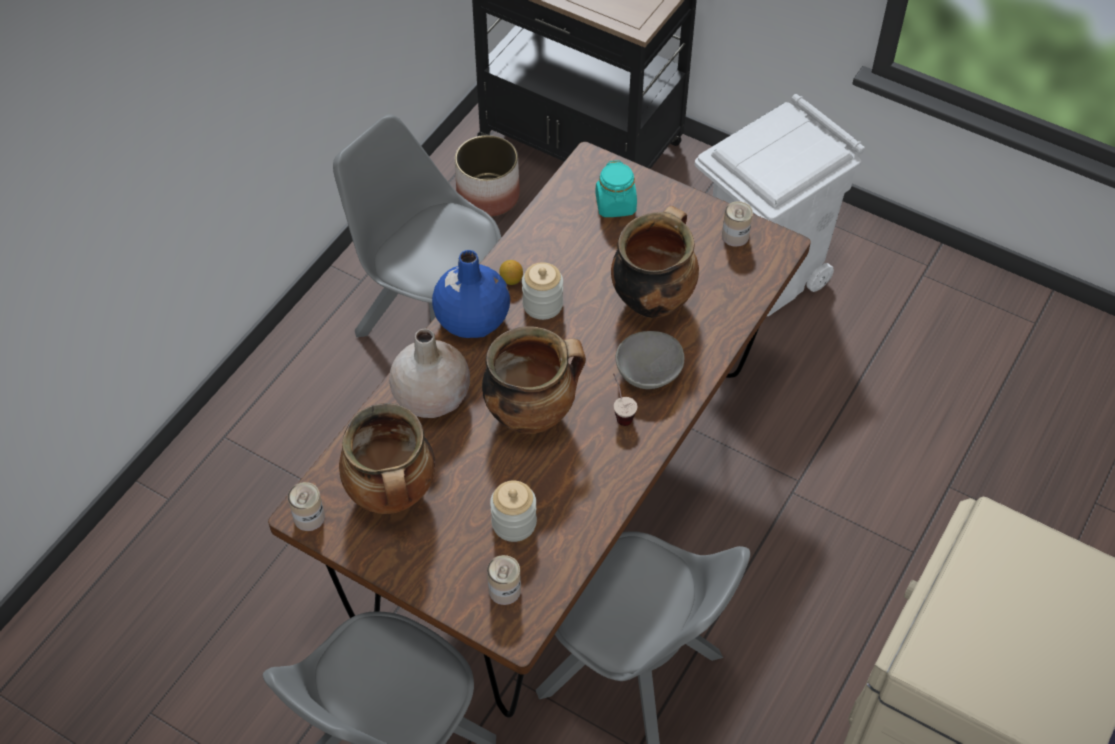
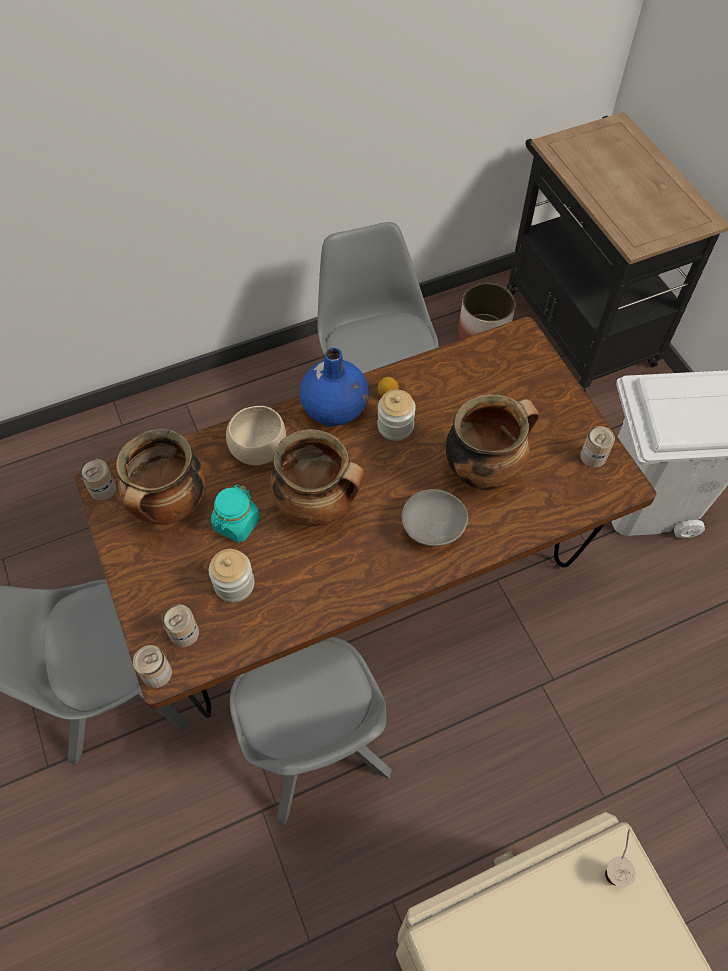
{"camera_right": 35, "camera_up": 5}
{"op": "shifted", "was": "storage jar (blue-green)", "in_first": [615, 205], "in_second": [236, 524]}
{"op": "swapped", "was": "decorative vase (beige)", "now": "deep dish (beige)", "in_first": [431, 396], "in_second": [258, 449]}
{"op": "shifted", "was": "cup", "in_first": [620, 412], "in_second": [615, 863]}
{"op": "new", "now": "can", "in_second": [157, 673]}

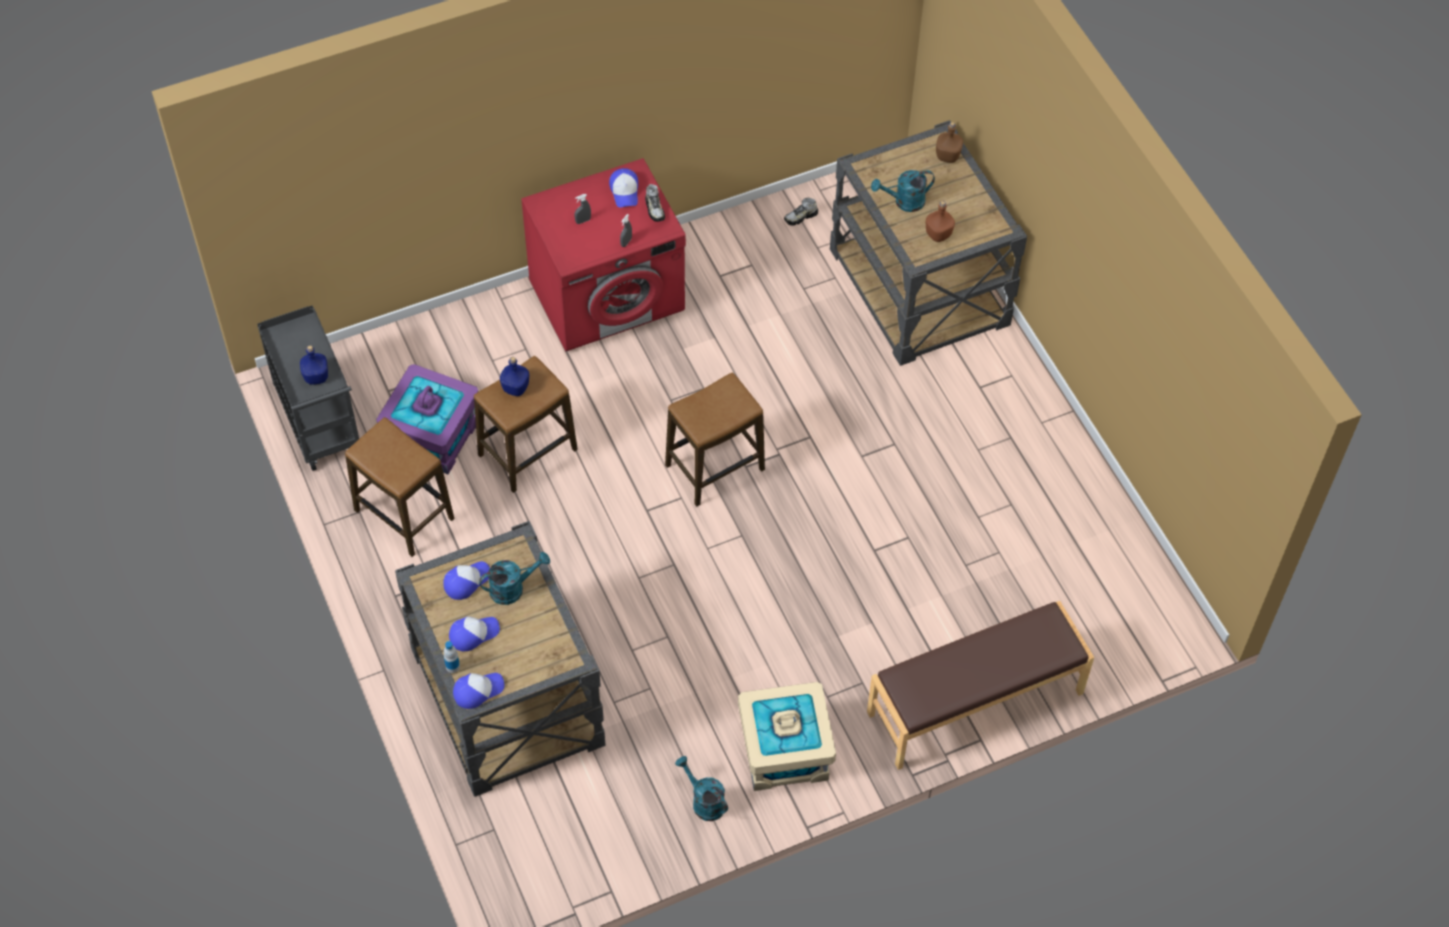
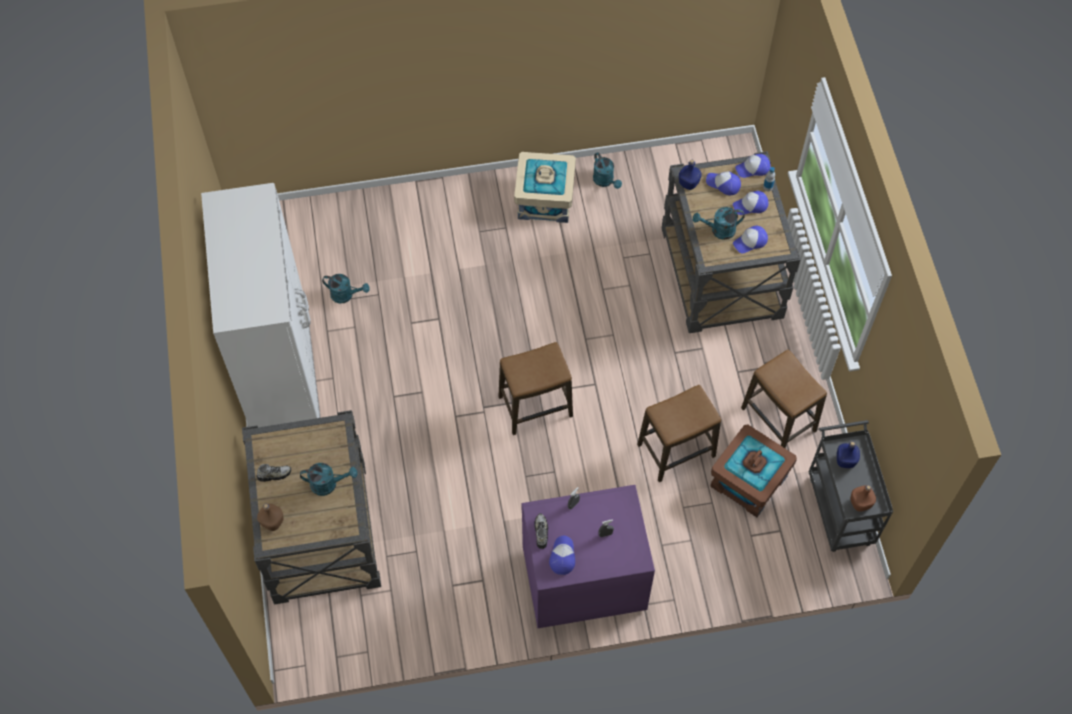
{"camera_right": -165, "camera_up": 5}
{"op": "repainted", "was": "washing machine (red-coloured)", "now": "washing machine (purple-coloured)", "in_first": [609, 300], "in_second": [582, 577]}
{"op": "shifted", "was": "shoe", "in_first": [801, 217], "in_second": [274, 474]}
{"op": "shifted", "was": "drink bottle (brown-coloured)", "in_first": [938, 234], "in_second": [860, 503]}
{"op": "shifted", "was": "drink bottle (blue)", "in_first": [515, 388], "in_second": [688, 183]}
{"op": "repainted", "was": "storage bin (purple-coloured)", "now": "storage bin (brown-coloured)", "in_first": [433, 436], "in_second": [748, 481]}
{"op": "gone", "was": "indoor bench (brown-coloured)", "in_first": [975, 704]}
{"op": "new", "now": "baseball cap", "in_second": [723, 184]}
{"op": "new", "now": "storage cabinet (whitish)", "in_second": [283, 374]}
{"op": "new", "now": "sprinkling can (blue-green)", "in_second": [346, 295]}

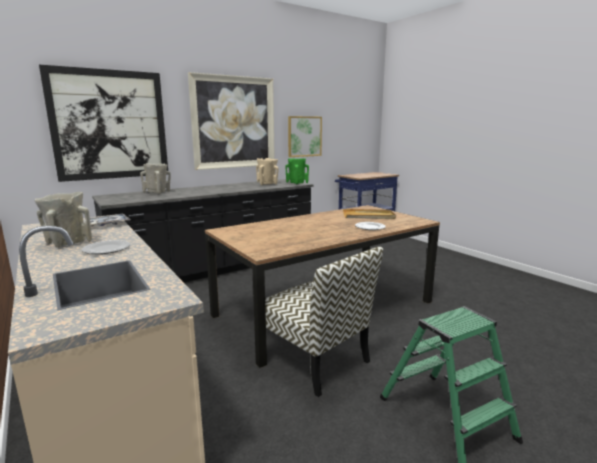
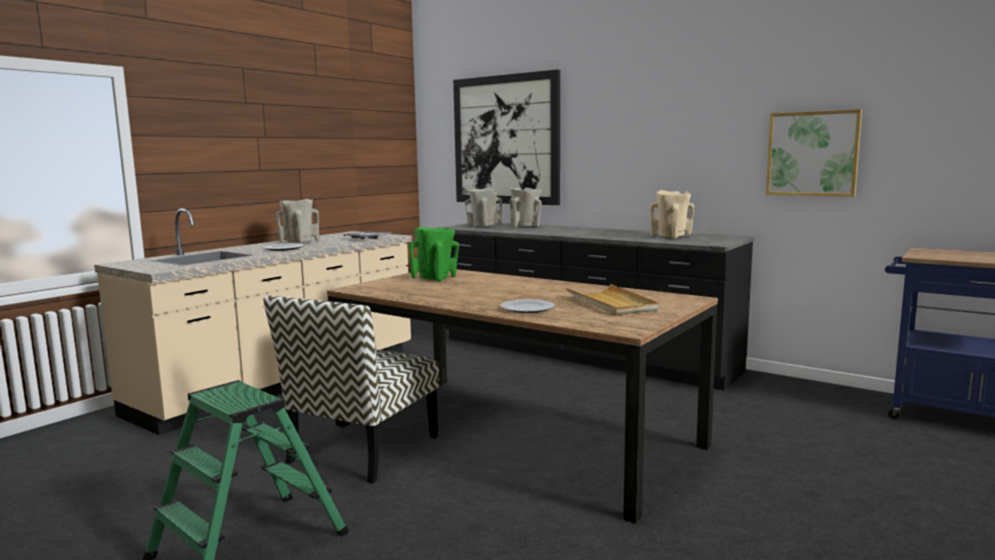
{"camera_right": 70, "camera_up": -5}
{"op": "gone", "was": "picture", "in_first": [234, 122]}
{"op": "shifted", "was": "decorative vase (green)", "in_first": [297, 183], "in_second": [436, 278]}
{"op": "new", "now": "decorative vase (beige)", "in_second": [483, 226]}

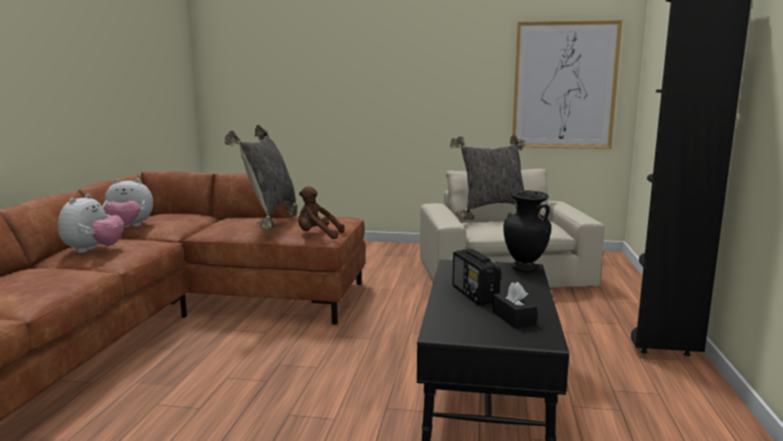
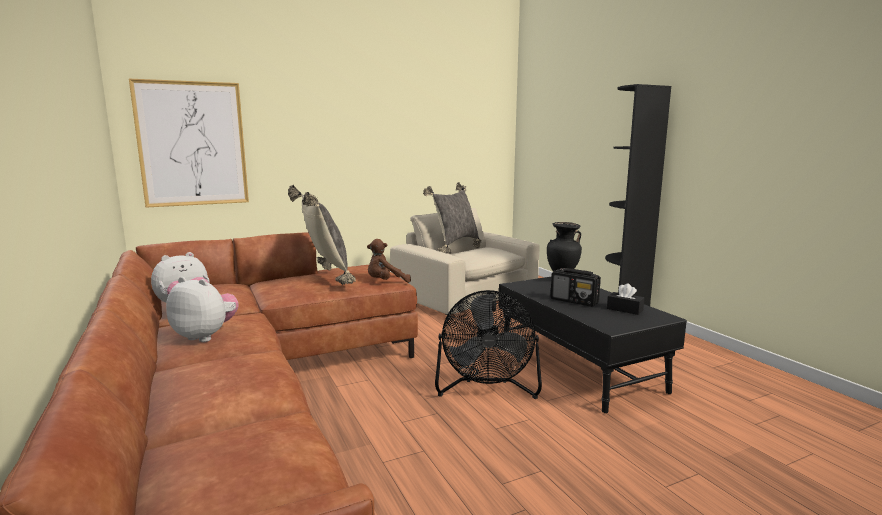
{"camera_right": -35, "camera_up": 0}
{"op": "shifted", "was": "picture", "in_first": [564, 86], "in_second": [192, 144]}
{"op": "rotated", "was": "cuddly toy", "in_first": [93, 250], "in_second": [206, 336], "clockwise": -45}
{"op": "new", "now": "cooling fan (black)", "in_second": [483, 387]}

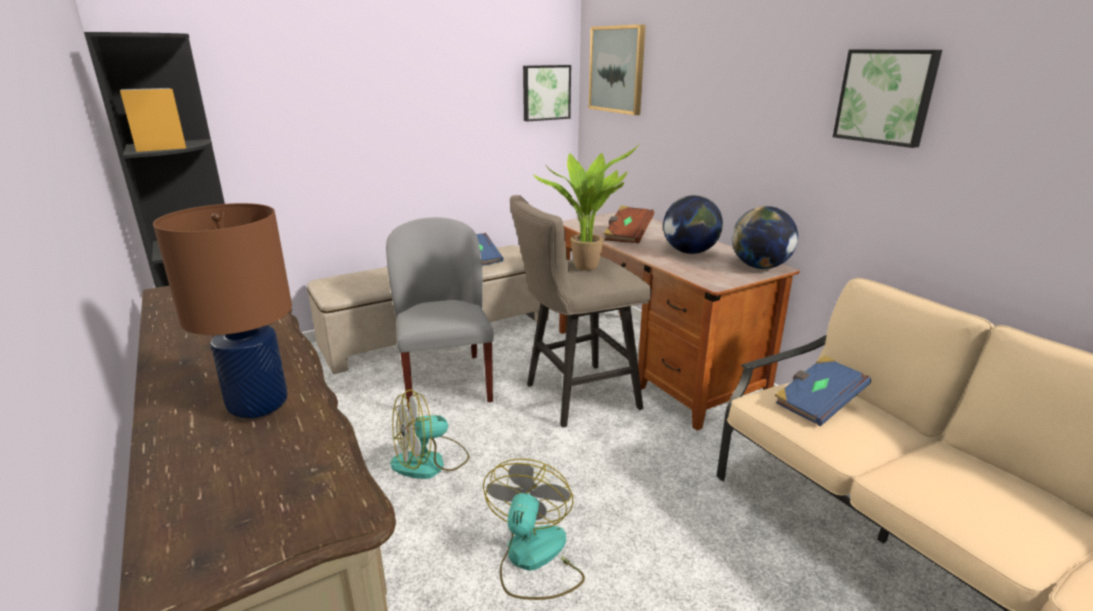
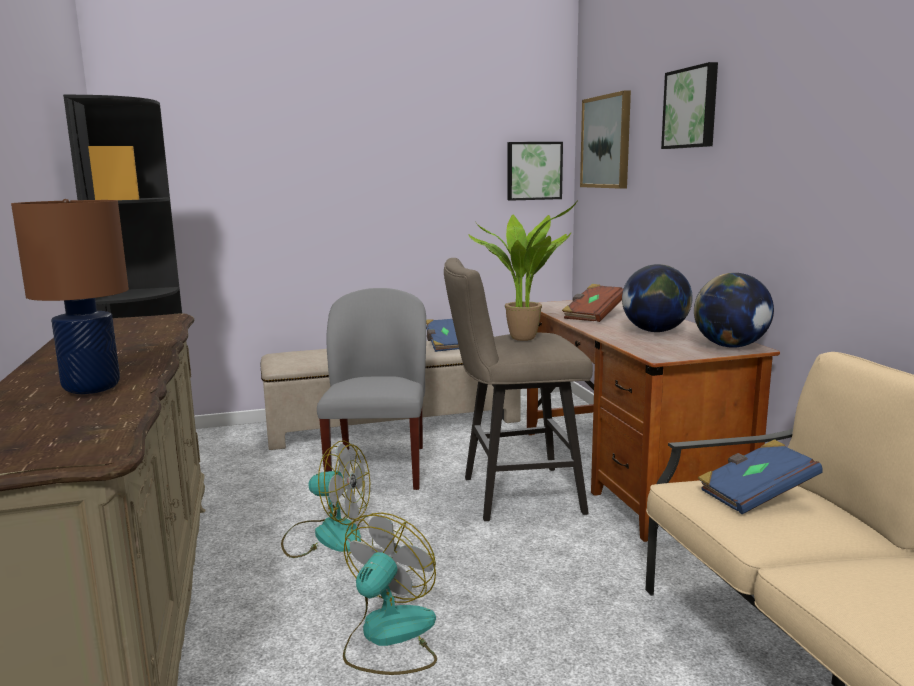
{"camera_right": 15, "camera_up": -10}
{"op": "shifted", "was": "picture", "in_first": [886, 96], "in_second": [692, 108]}
{"op": "rotated", "was": "cooling fan", "in_first": [430, 462], "in_second": [326, 535], "clockwise": -150}

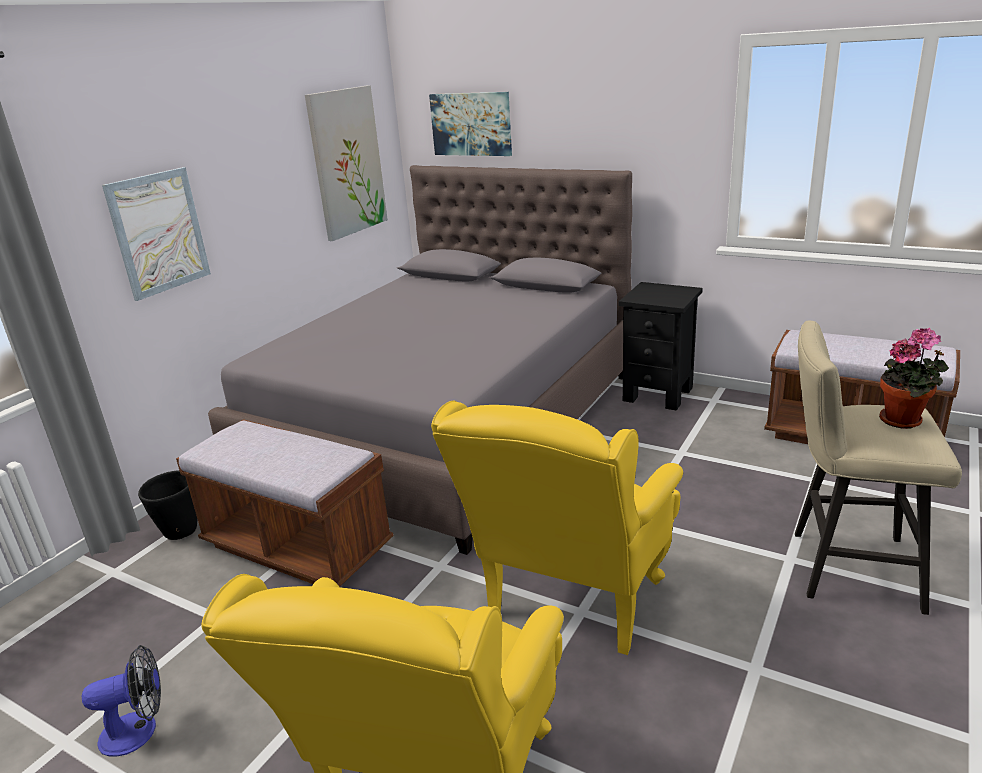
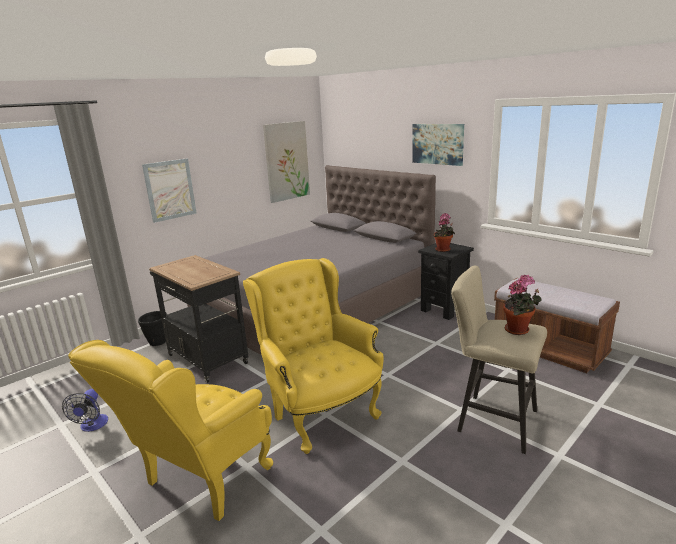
{"camera_right": 15, "camera_up": -5}
{"op": "shifted", "was": "picture", "in_first": [471, 124], "in_second": [437, 144]}
{"op": "rotated", "was": "armchair (yellow)", "in_first": [568, 610], "in_second": [320, 412], "clockwise": 105}
{"op": "swapped", "was": "indoor bench (brown-coloured)", "now": "trolley (black)", "in_first": [297, 547], "in_second": [206, 358]}
{"op": "rotated", "was": "cooling fan", "in_first": [138, 730], "in_second": [92, 426], "clockwise": 90}
{"op": "new", "now": "potted plant", "in_second": [443, 250]}

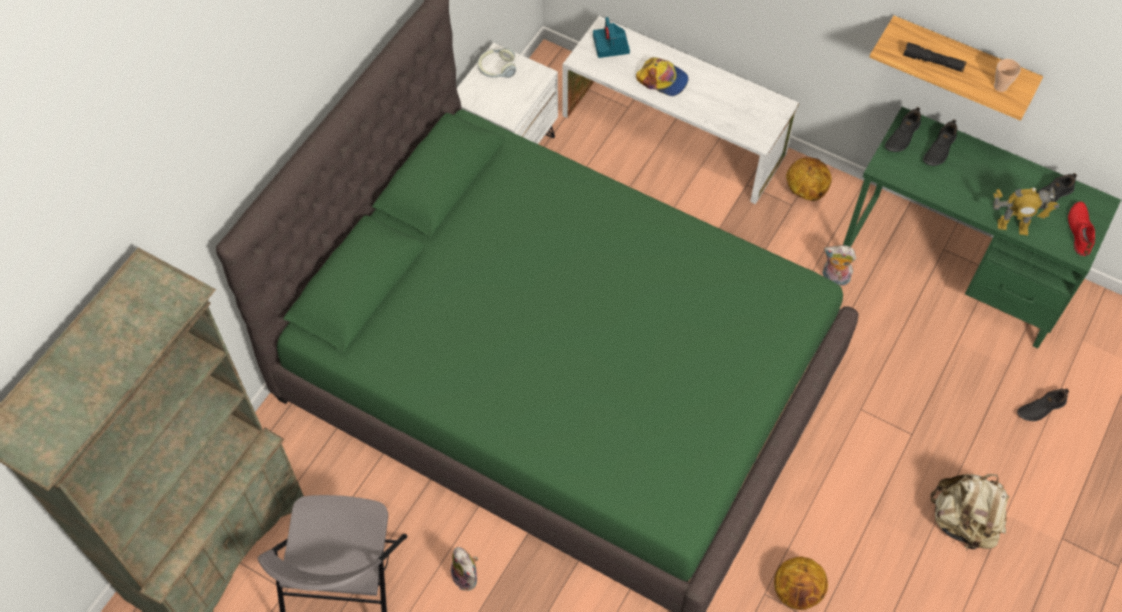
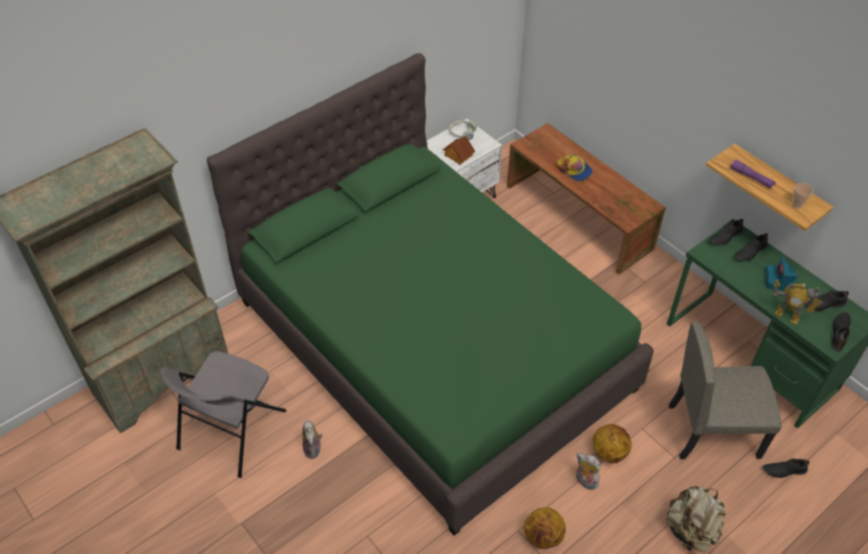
{"camera_right": 20, "camera_up": -10}
{"op": "repainted", "was": "indoor bench (whitish)", "now": "indoor bench (brown-coloured)", "in_first": [675, 134], "in_second": [580, 216]}
{"op": "shifted", "was": "still camera", "in_first": [611, 45], "in_second": [780, 281]}
{"op": "repainted", "was": "flashlight (black)", "now": "flashlight (purple-coloured)", "in_first": [933, 62], "in_second": [751, 178]}
{"op": "shifted", "was": "ball for basketball", "in_first": [805, 191], "in_second": [609, 452]}
{"op": "repainted", "was": "shoe (red-coloured)", "now": "shoe (black)", "in_first": [1080, 231], "in_second": [840, 333]}
{"op": "shifted", "was": "cuddly toy", "in_first": [834, 278], "in_second": [585, 481]}
{"op": "new", "now": "toy house", "in_second": [458, 155]}
{"op": "new", "now": "chair (beige)", "in_second": [713, 430]}

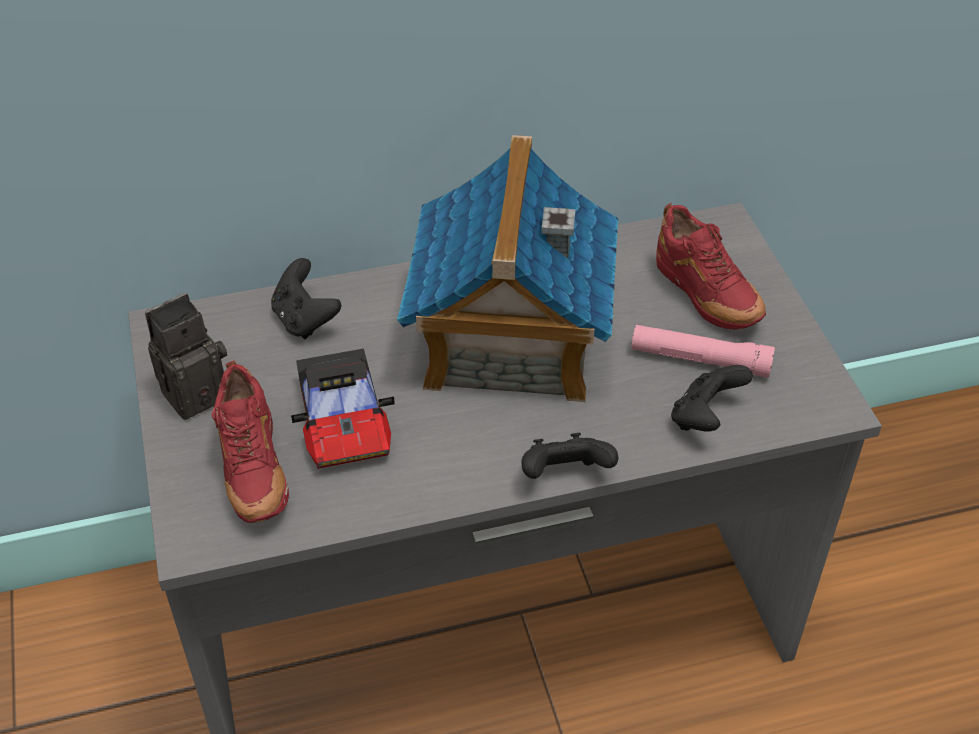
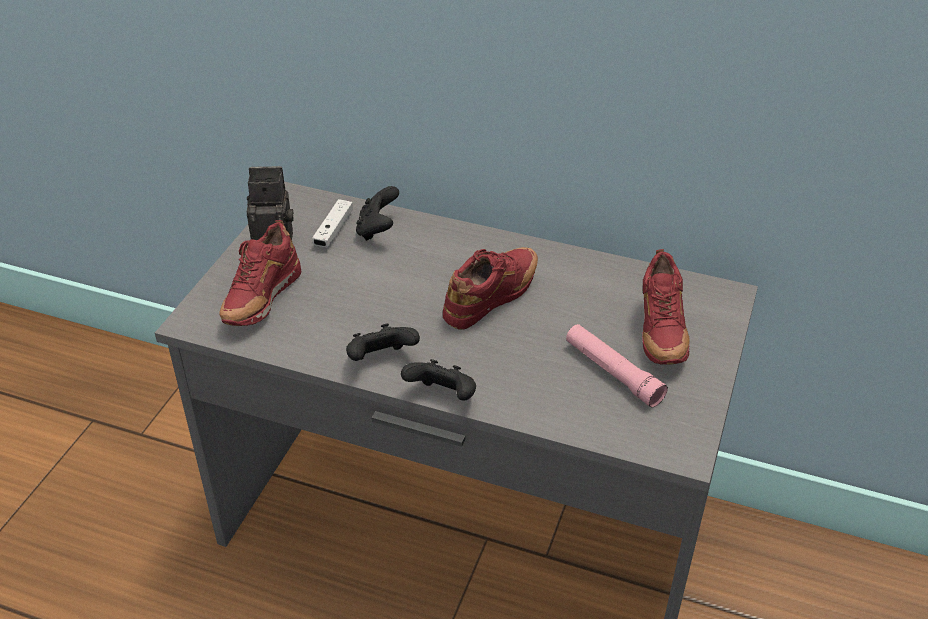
{"camera_right": 35, "camera_up": -5}
{"op": "swapped", "was": "toy house", "now": "shoe (red-coloured)", "in_first": [509, 340], "in_second": [493, 299]}
{"op": "gone", "was": "miniature car", "in_first": [343, 421]}
{"op": "shifted", "was": "gamepad (black)", "in_first": [705, 418], "in_second": [381, 359]}
{"op": "new", "now": "gamepad (whitish)", "in_second": [333, 230]}

